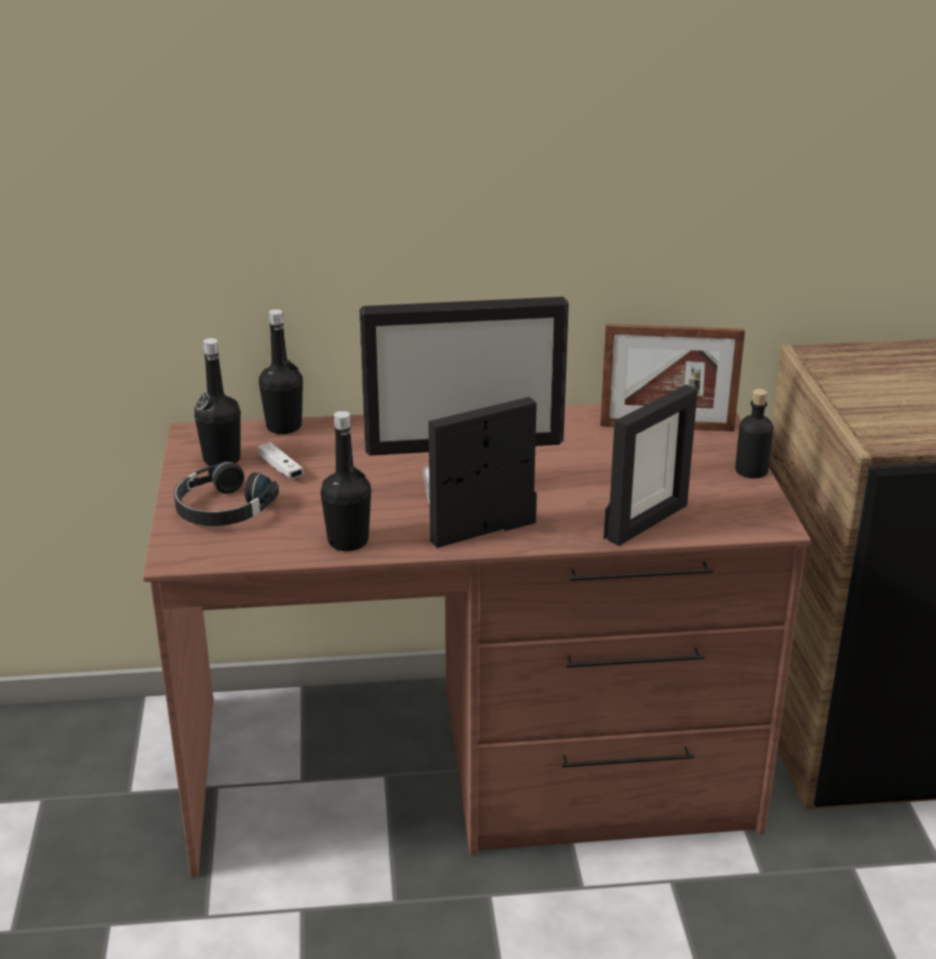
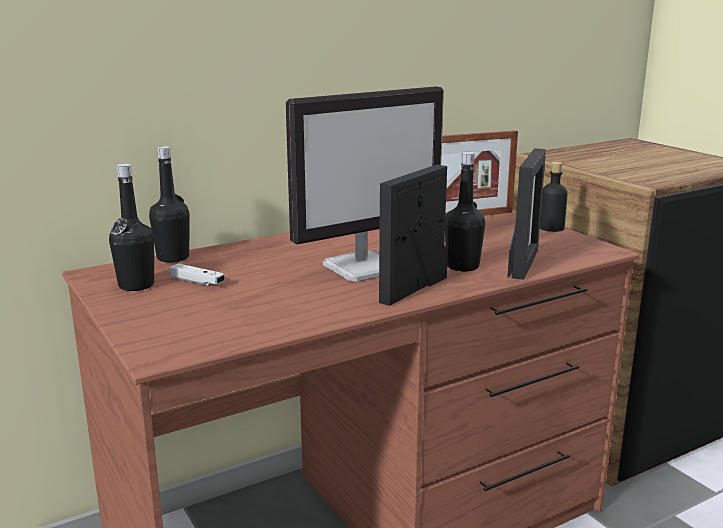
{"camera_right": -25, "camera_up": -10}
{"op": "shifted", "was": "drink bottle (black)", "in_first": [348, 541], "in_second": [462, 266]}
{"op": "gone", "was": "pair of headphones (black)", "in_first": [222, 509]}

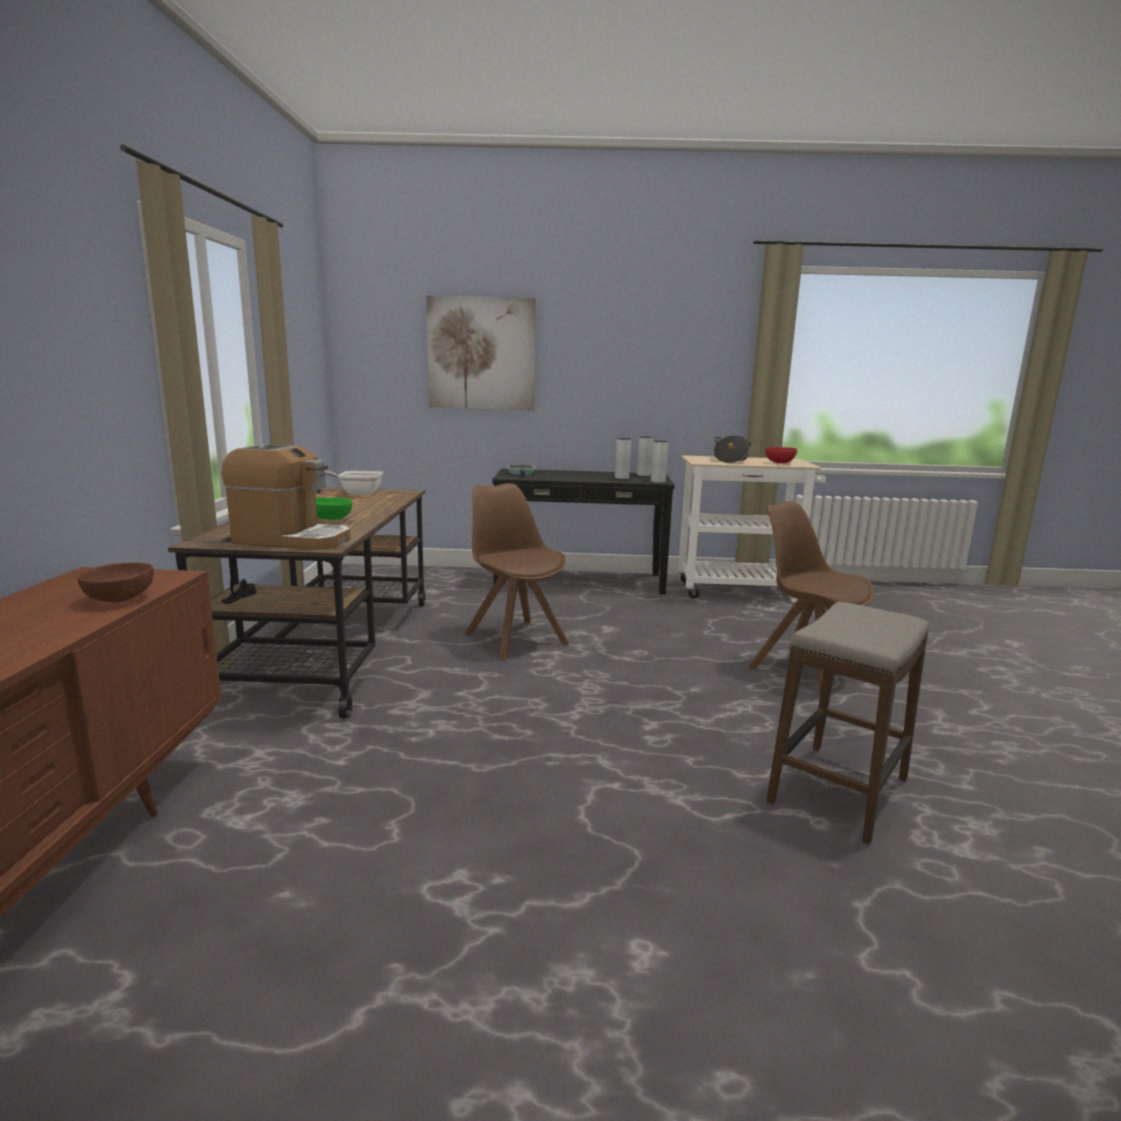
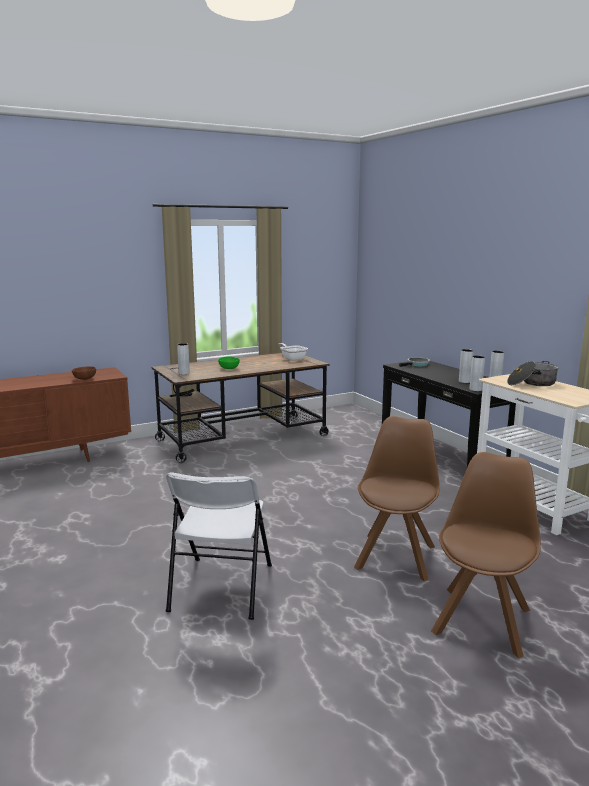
{"camera_right": 60, "camera_up": 0}
{"op": "gone", "was": "picture", "in_first": [481, 354]}
{"op": "swapped", "was": "coffee maker", "now": "decorative vase (greyish)", "in_first": [292, 540], "in_second": [184, 373]}
{"op": "gone", "was": "deep dish (red-coloured)", "in_first": [780, 463]}
{"op": "shifted", "was": "chair (brown-coloured)", "in_first": [515, 638], "in_second": [483, 620]}
{"op": "swapped", "was": "stool seat", "now": "chair (whitish)", "in_first": [839, 791], "in_second": [221, 587]}

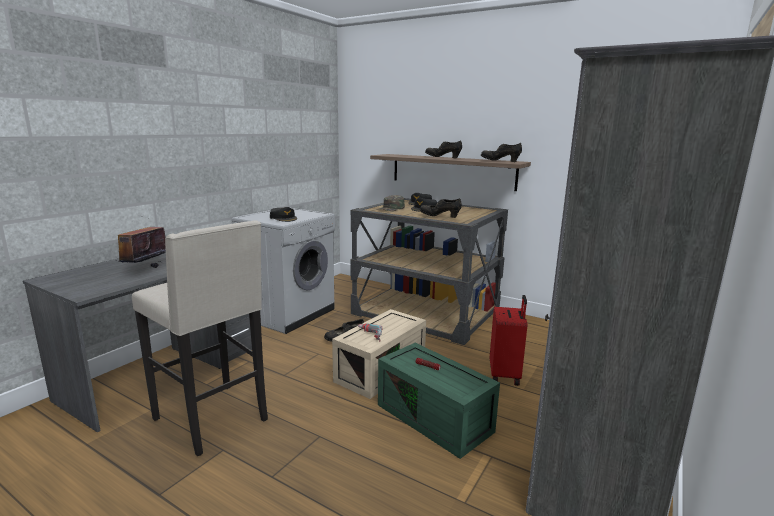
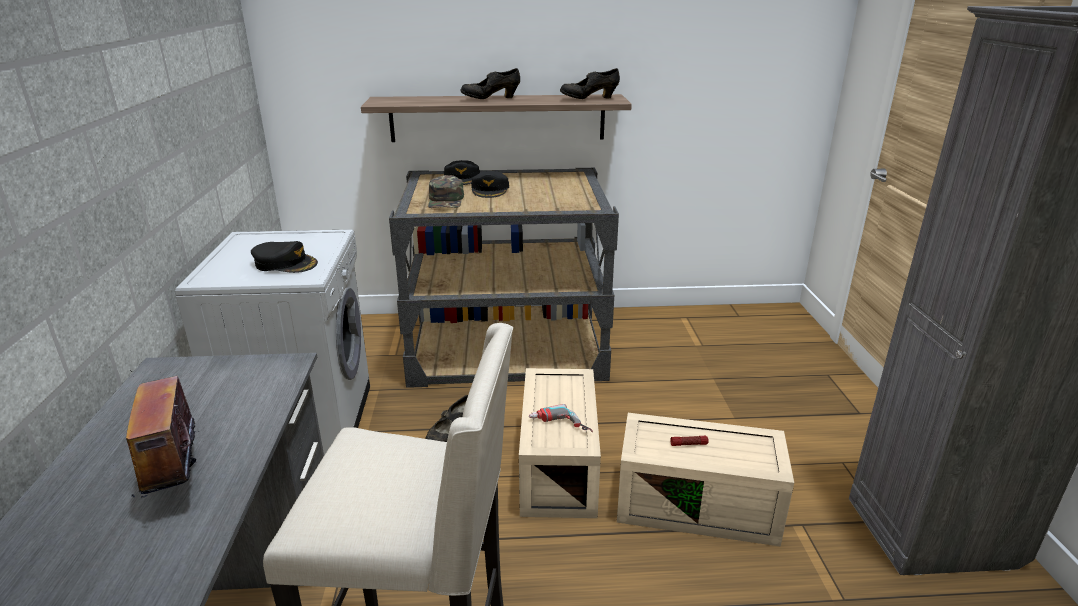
{"camera_right": -35, "camera_up": 10}
{"op": "gone", "was": "shoe (black)", "in_first": [439, 216]}
{"op": "gone", "was": "piece of luggage (red-coloured)", "in_first": [505, 375]}
{"op": "repainted", "was": "storage bin (green)", "now": "storage bin (beige)", "in_first": [436, 418], "in_second": [699, 504]}

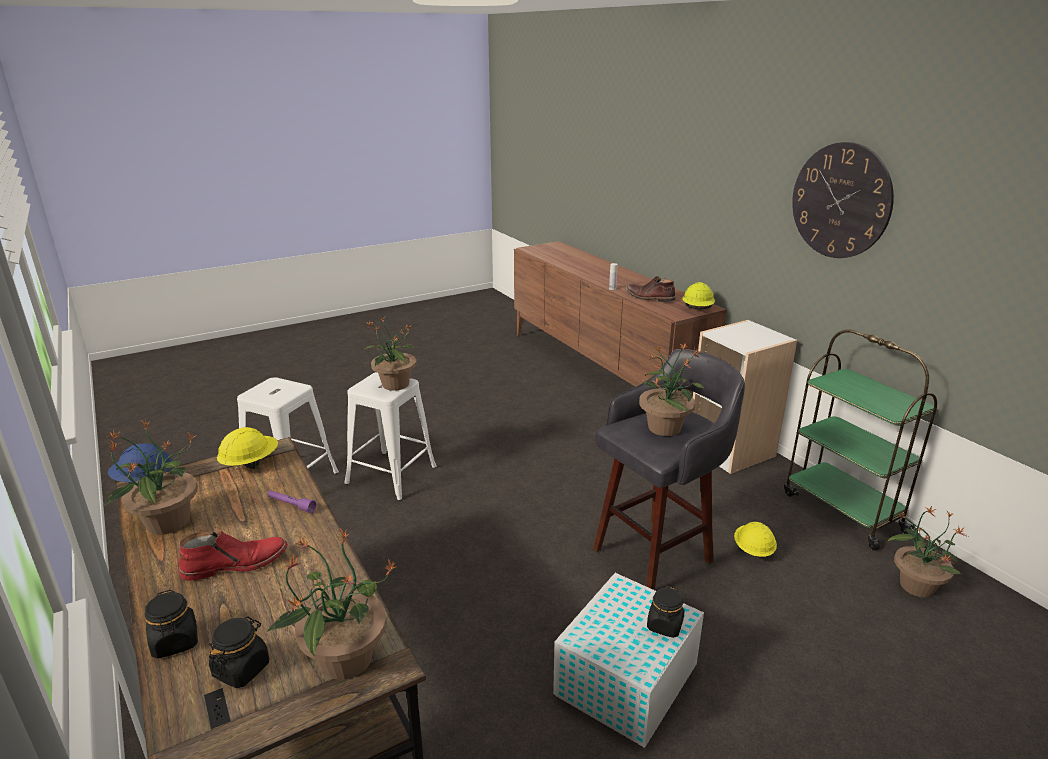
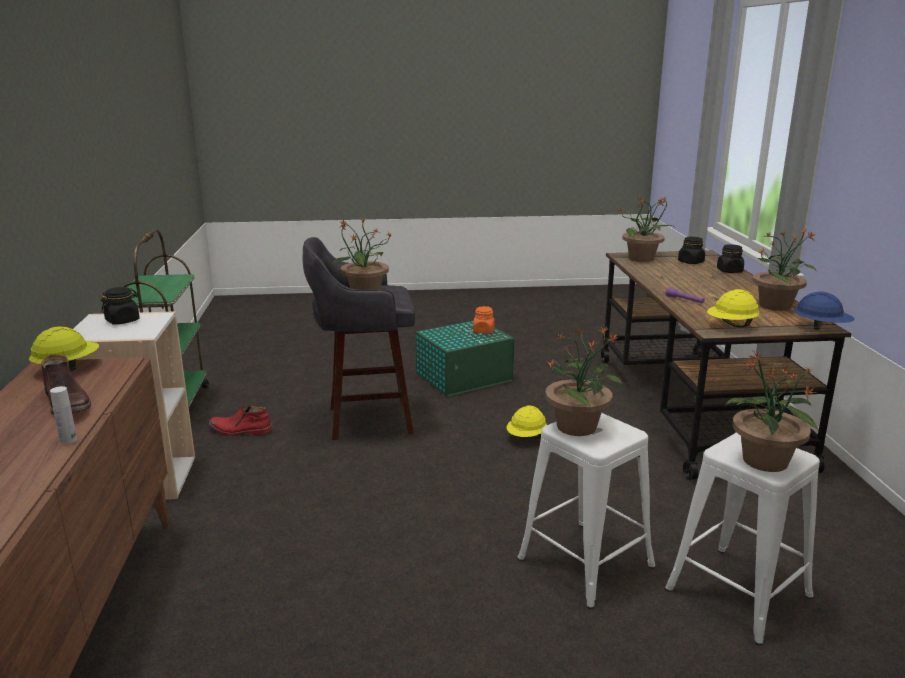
{"camera_right": -155, "camera_up": -5}
{"op": "gone", "was": "hanging clock", "in_first": [840, 201]}
{"op": "shifted", "was": "potted plant", "in_first": [916, 585], "in_second": [764, 462]}
{"op": "shifted", "was": "work helmet (yellow)", "in_first": [753, 550], "in_second": [526, 437]}
{"op": "shifted", "was": "high-top boot (red-coloured)", "in_first": [235, 563], "in_second": [240, 430]}
{"op": "repainted", "was": "storage bin (whitish)", "now": "storage bin (green)", "in_first": [625, 680], "in_second": [465, 377]}
{"op": "shifted", "was": "storage jar (black)", "in_first": [664, 625], "in_second": [123, 321]}
{"op": "new", "now": "storage jar (orange-coloured)", "in_second": [483, 331]}

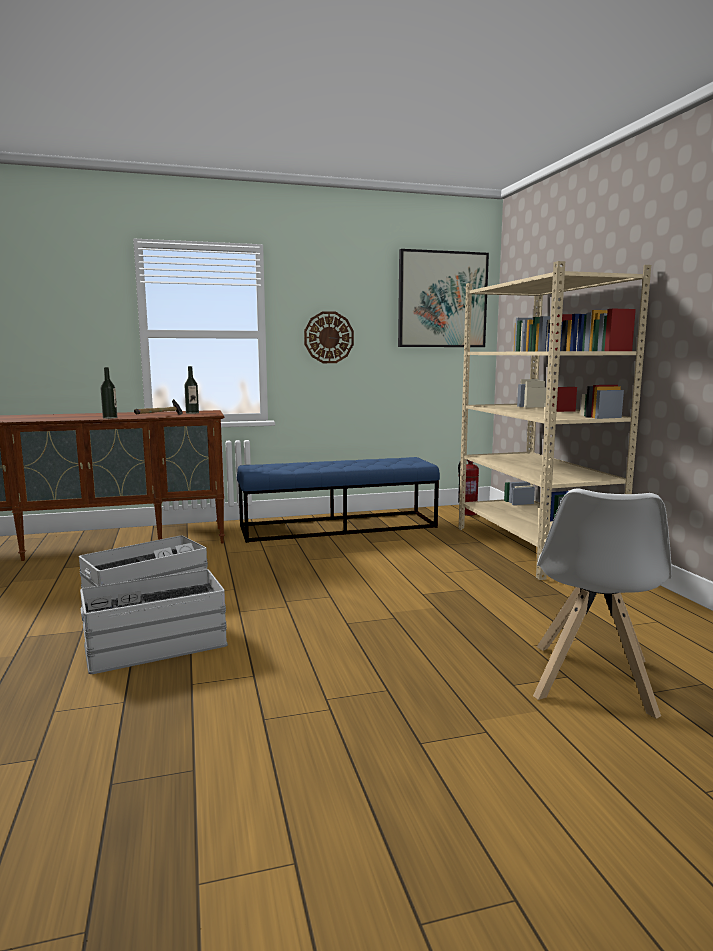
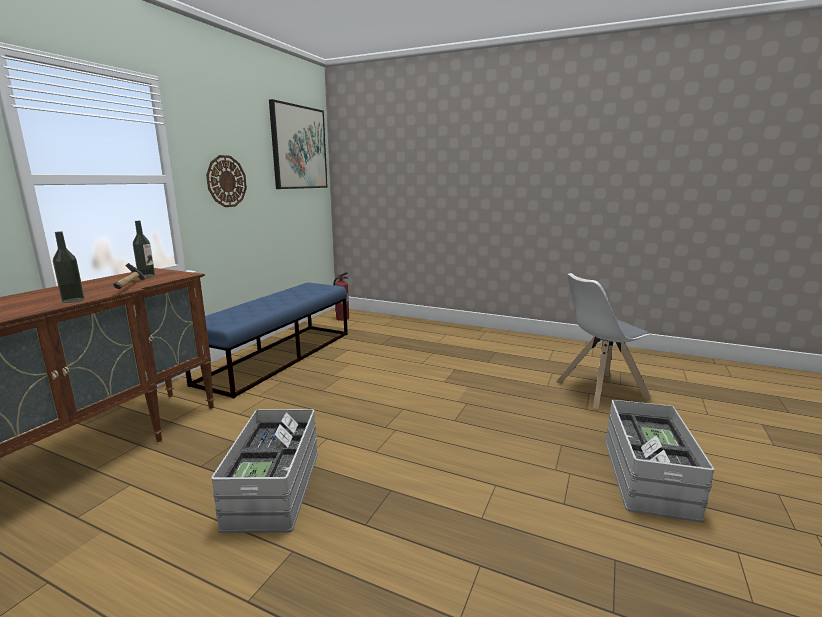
{"camera_right": -50, "camera_up": 5}
{"op": "gone", "was": "shelving unit (beige)", "in_first": [532, 547]}
{"op": "rotated", "was": "chair", "in_first": [591, 681], "in_second": [598, 390], "clockwise": 105}
{"op": "shifted", "was": "storage bin (greyish)", "in_first": [155, 645], "in_second": [649, 476]}

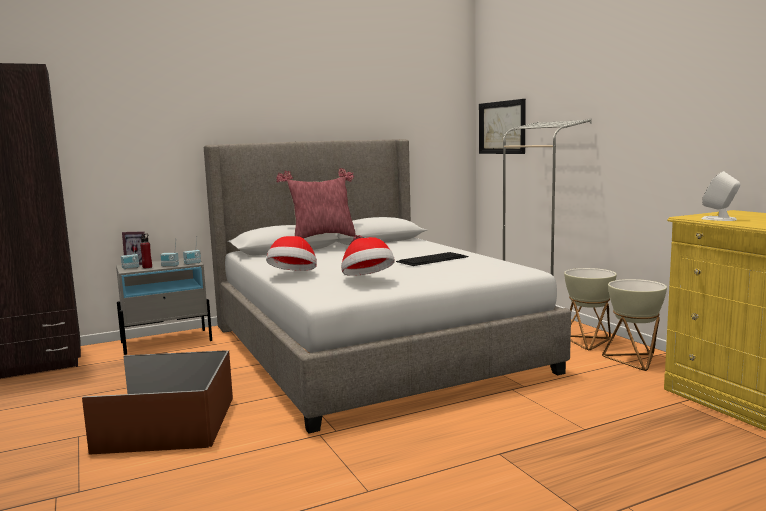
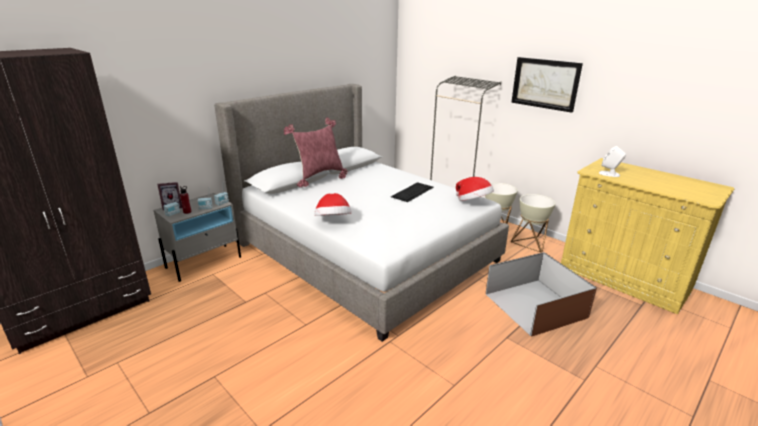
{"camera_right": -20, "camera_up": 15}
{"op": "shifted", "was": "picture", "in_first": [502, 127], "in_second": [545, 84]}
{"op": "shifted", "was": "wearable hat", "in_first": [367, 279], "in_second": [473, 202]}
{"op": "shifted", "was": "storage bin (brown-coloured)", "in_first": [167, 423], "in_second": [534, 305]}

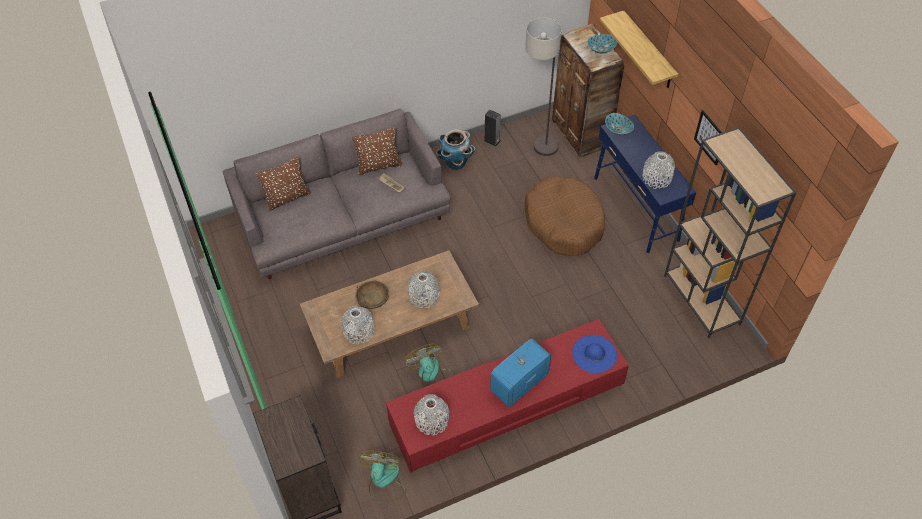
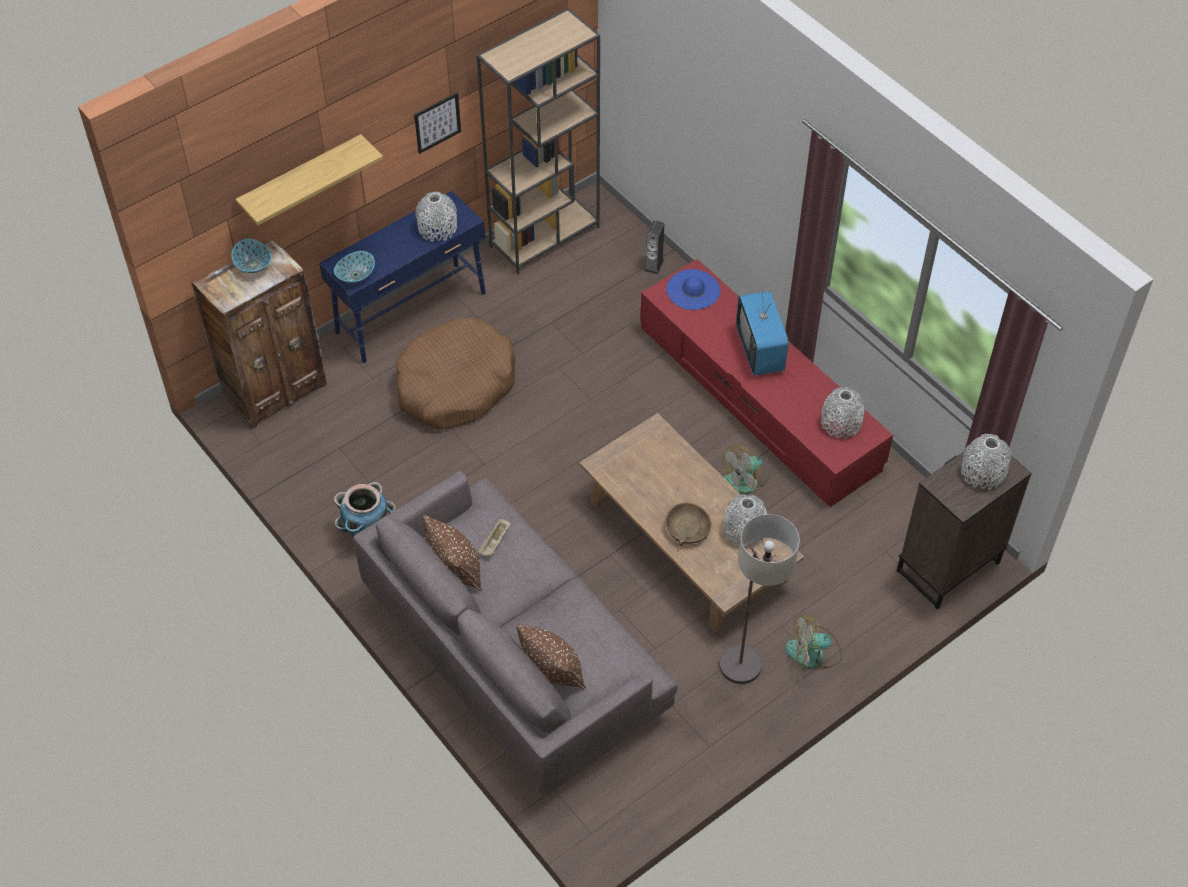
{"camera_right": -105, "camera_up": 0}
{"op": "shifted", "was": "standard lamp (greyish)", "in_first": [538, 148], "in_second": [746, 675]}
{"op": "shifted", "was": "audio speaker", "in_first": [492, 141], "in_second": [654, 265]}
{"op": "shifted", "was": "decorative vase (greyish)", "in_first": [424, 296], "in_second": [983, 472]}
{"op": "rotated", "was": "TV", "in_first": [519, 384], "in_second": [760, 350], "clockwise": 45}
{"op": "shifted", "was": "cooling fan", "in_first": [384, 482], "in_second": [813, 653]}

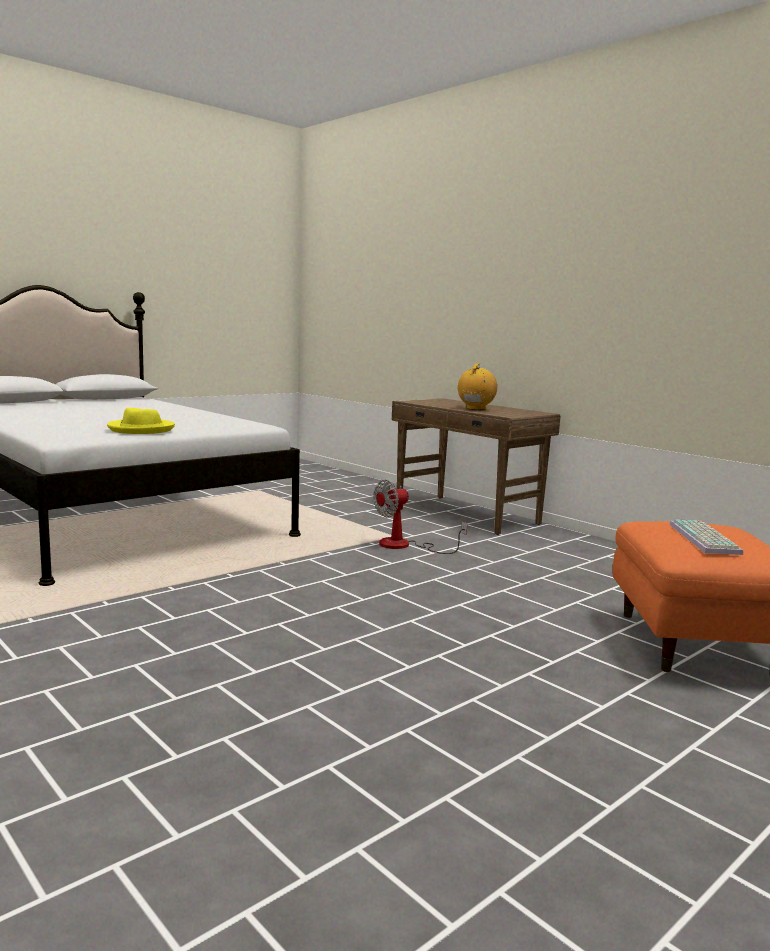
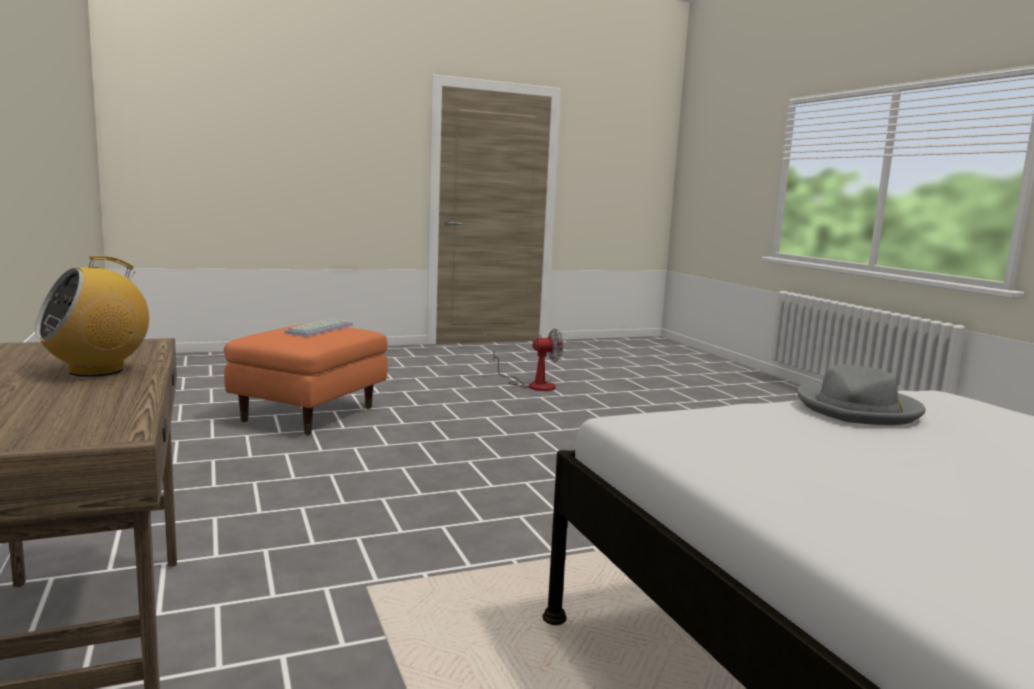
{"camera_right": -160, "camera_up": 0}
{"op": "repainted", "was": "wearable hat (yellow)", "now": "wearable hat (greyish)", "in_first": [141, 429], "in_second": [858, 409]}
{"op": "shifted", "was": "cooling fan", "in_first": [405, 546], "in_second": [533, 385]}

